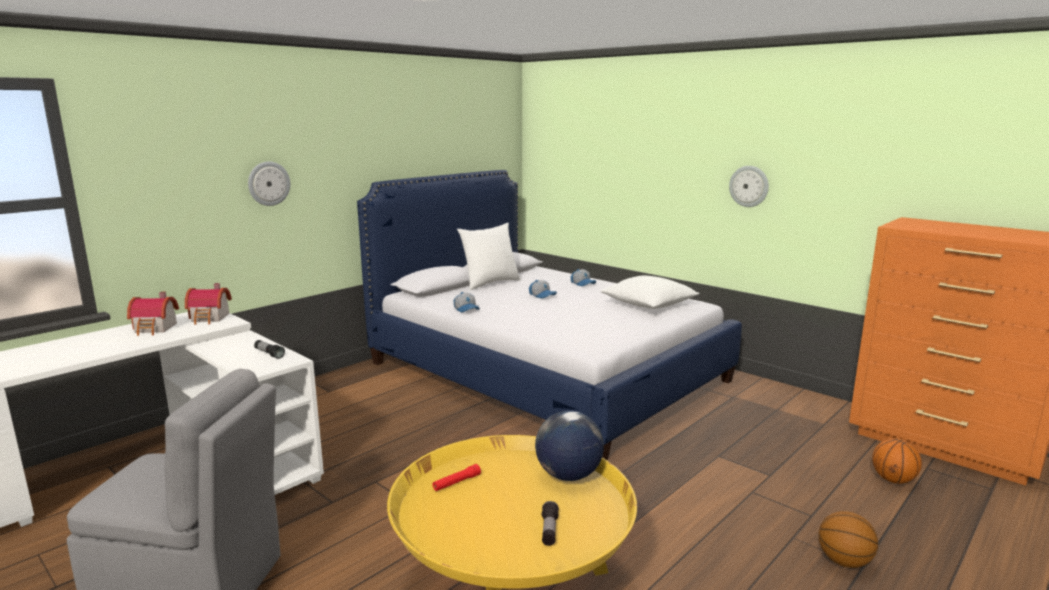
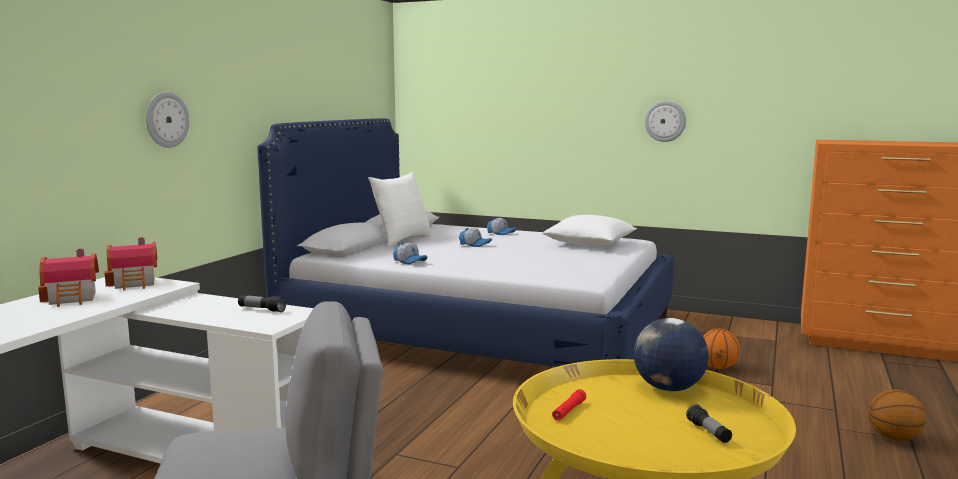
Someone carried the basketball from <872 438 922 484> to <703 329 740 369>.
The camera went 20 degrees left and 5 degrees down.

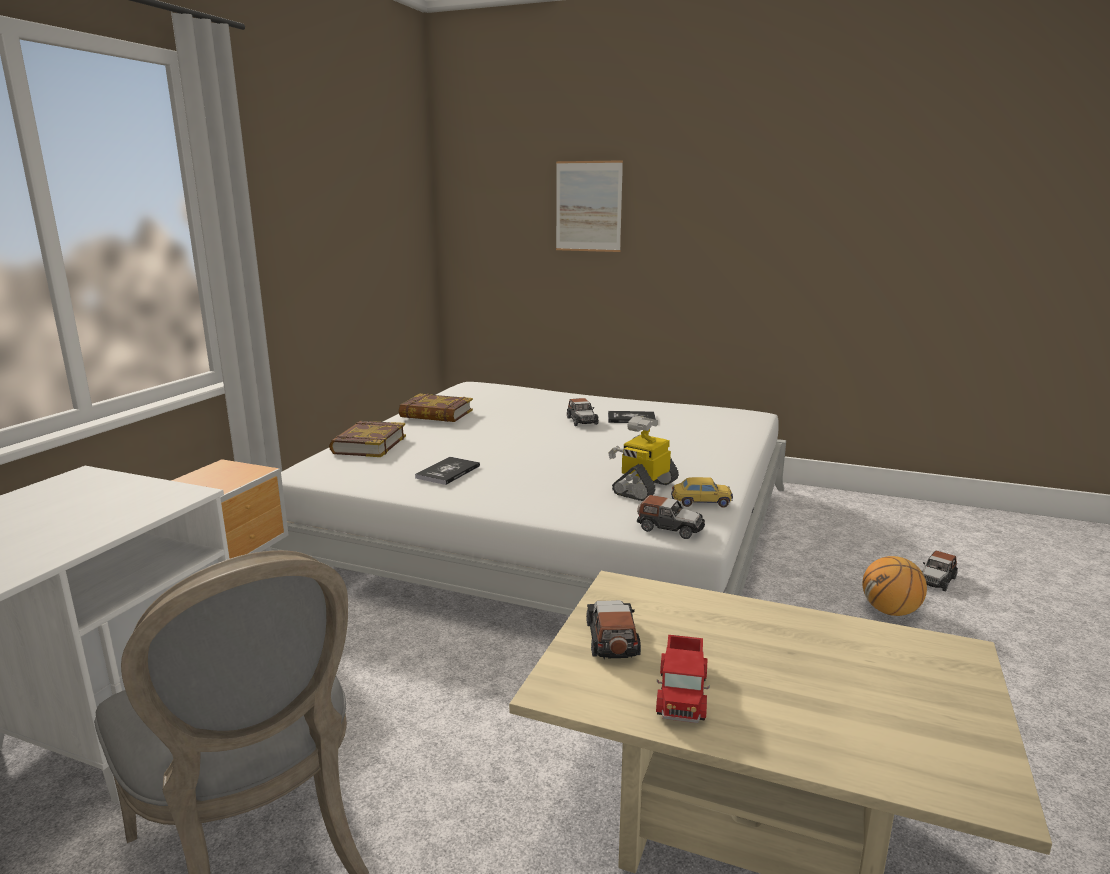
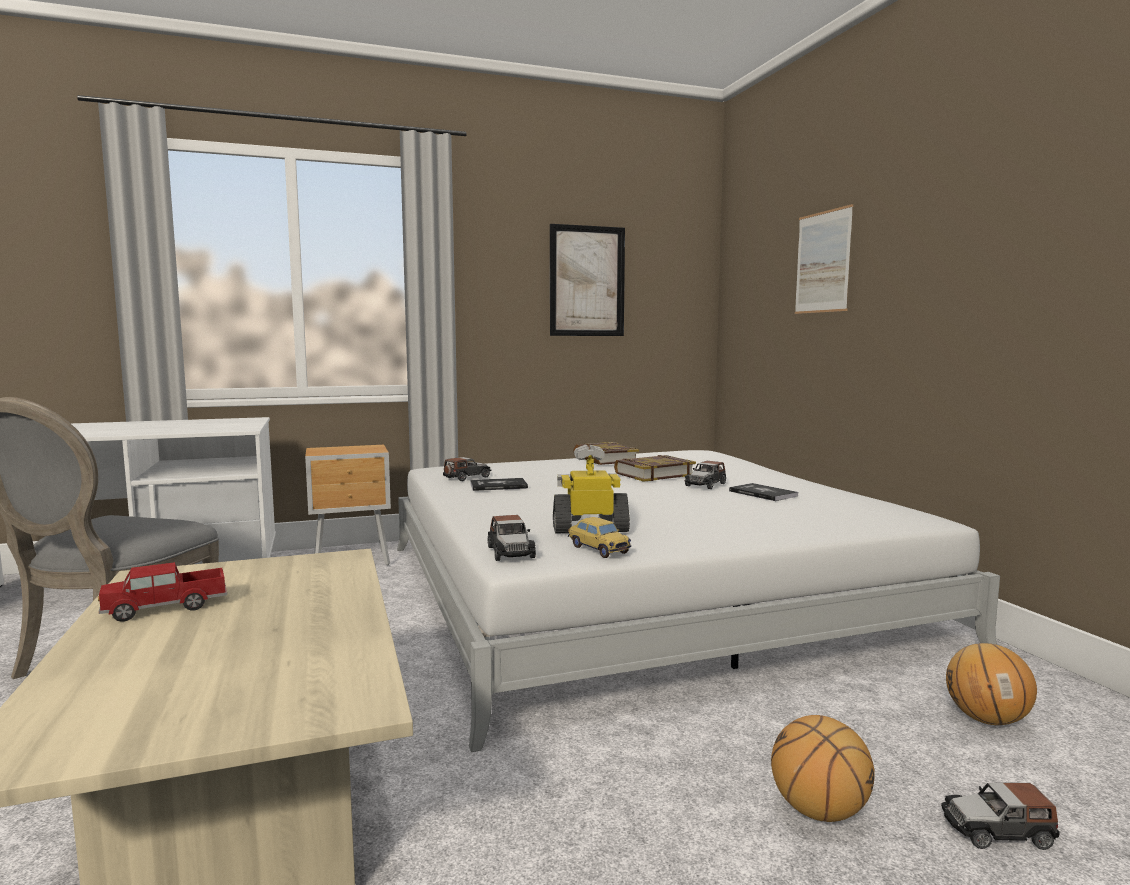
Someone put up the wall art at <550 224 625 336>.
Someone put down the basketball at <946 643 1037 725>.
Someone carried the volume from <329 421 406 457> to <614 455 696 482>.
Someone carried the toy car from <586 600 641 659> to <443 457 492 481>.
The camera went 50 degrees right and 10 degrees down.

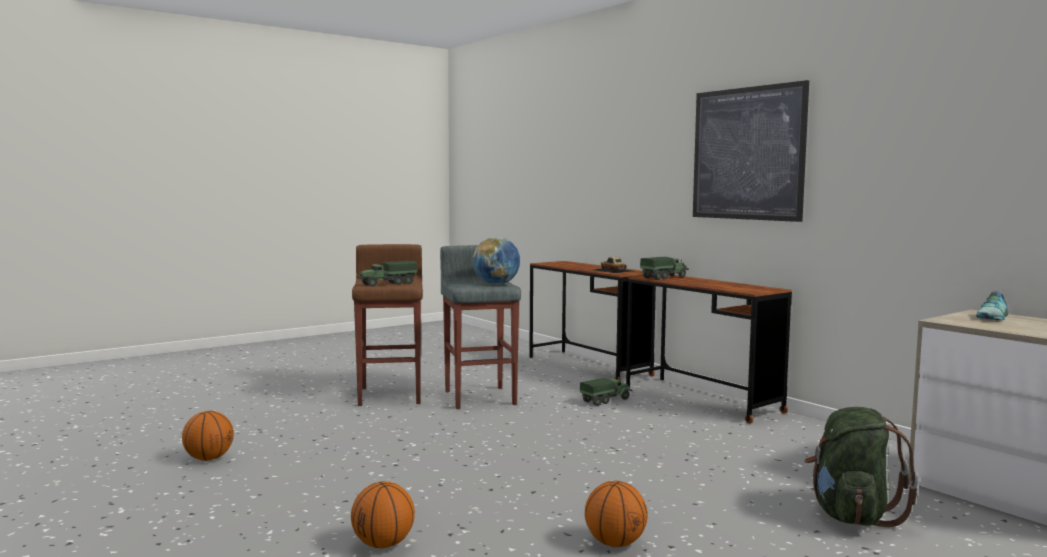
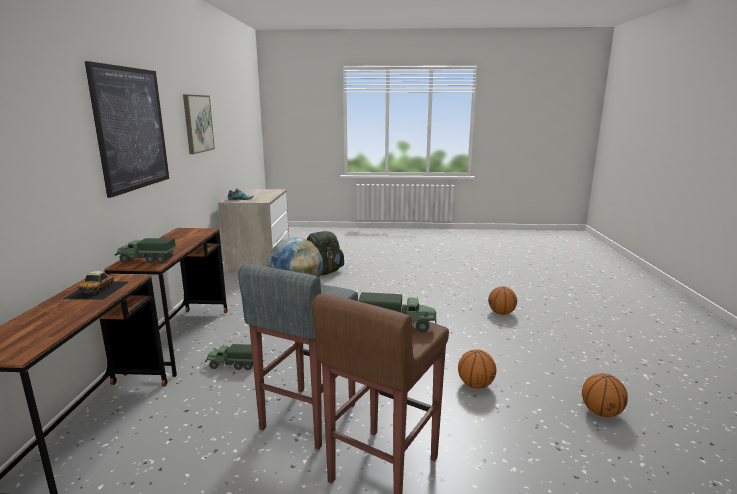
Someone put up the wall art at <183 94 215 154>.
Someone carried the basketball from <585 480 648 547> to <458 349 496 389>.
The camera went 140 degrees left and 10 degrees up.

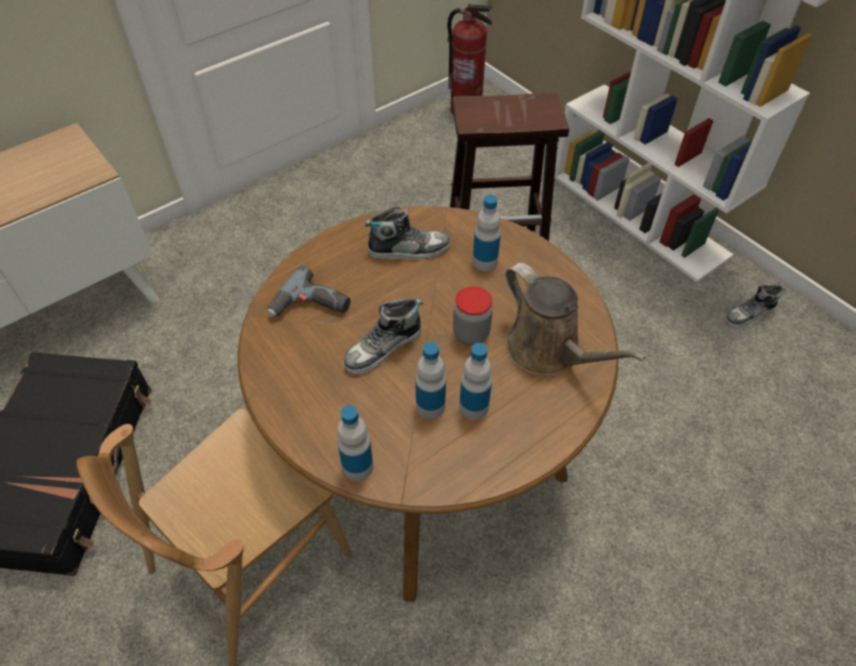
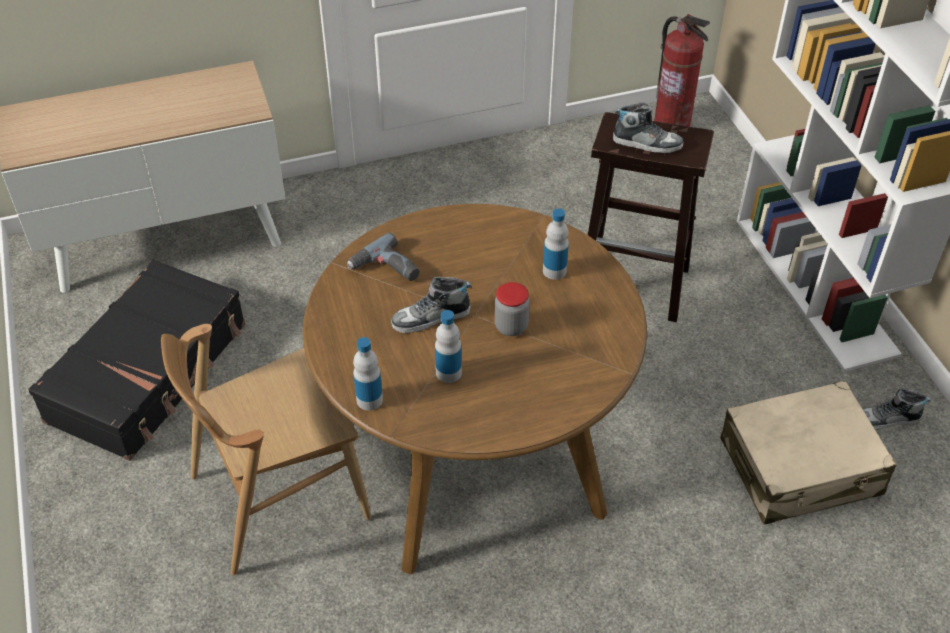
Someone took away the bottle at <459 343 492 420>.
Someone took away the watering pot/brownish at <505 262 646 376>.
Someone put down the suitcase/beige-coloured at <720 380 896 525>.
Someone carried the item of footwear from <365 206 450 260> to <613 103 683 153>.
The camera went 20 degrees right and 5 degrees down.

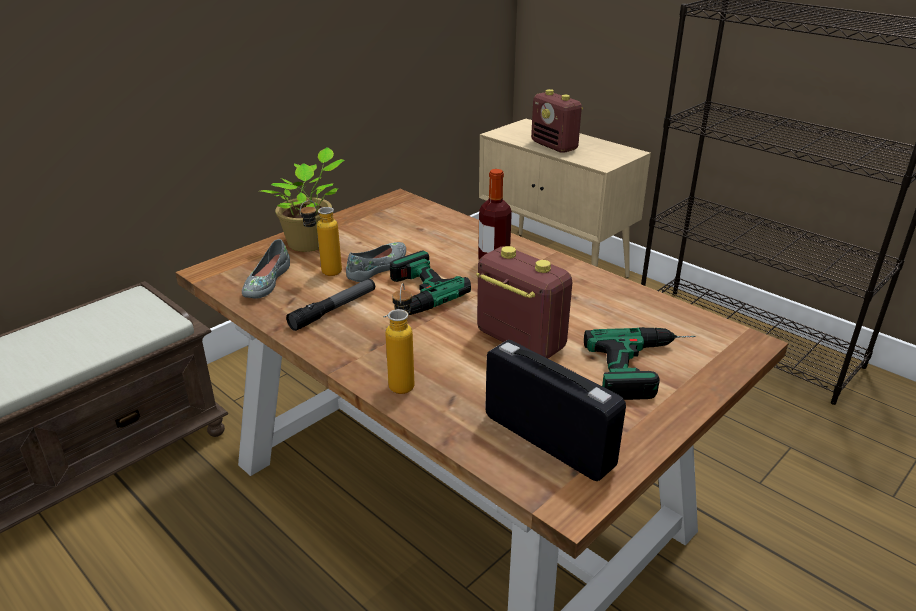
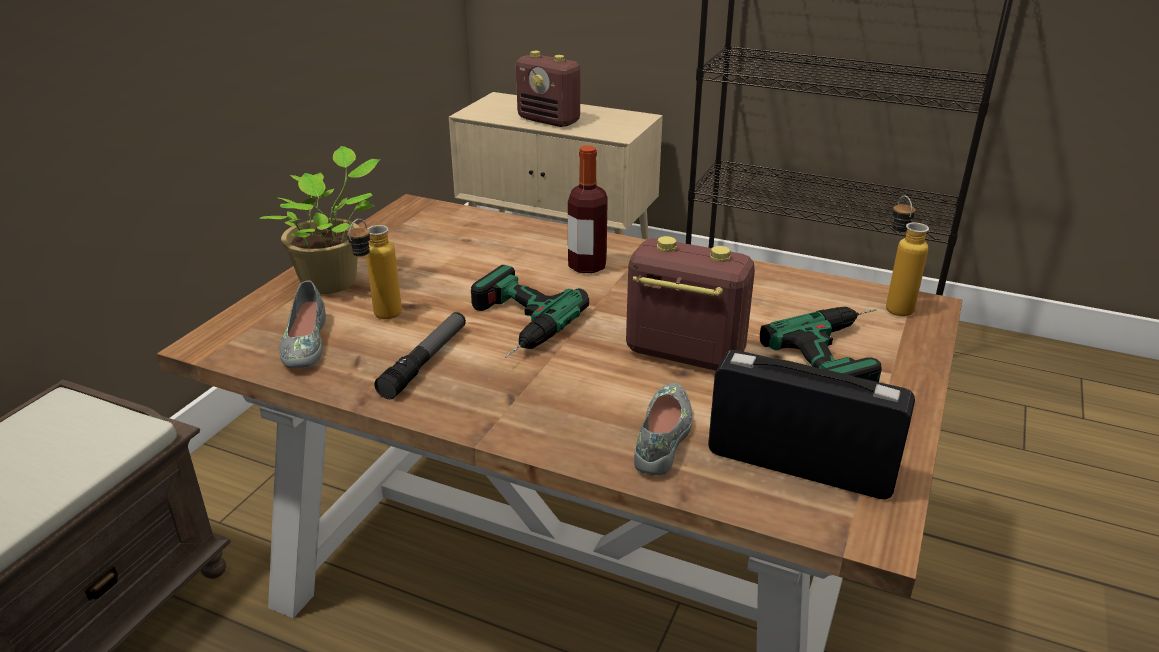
Someone carried the item of footwear/grey from <346 242 406 282> to <634 383 692 475>.
Someone carried the bottle from <385 283 414 394> to <886 196 929 316>.
The camera went 20 degrees left and 0 degrees up.

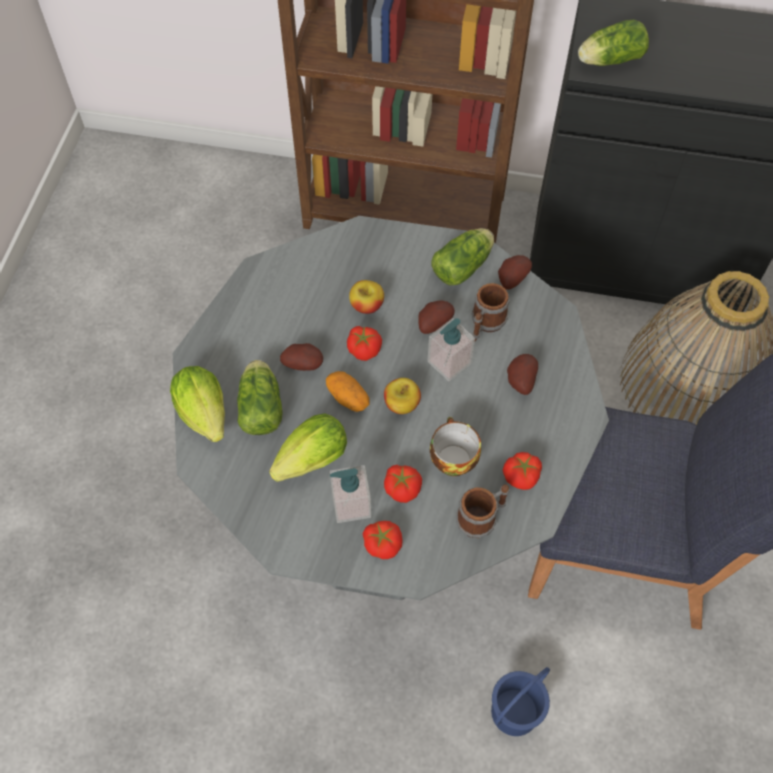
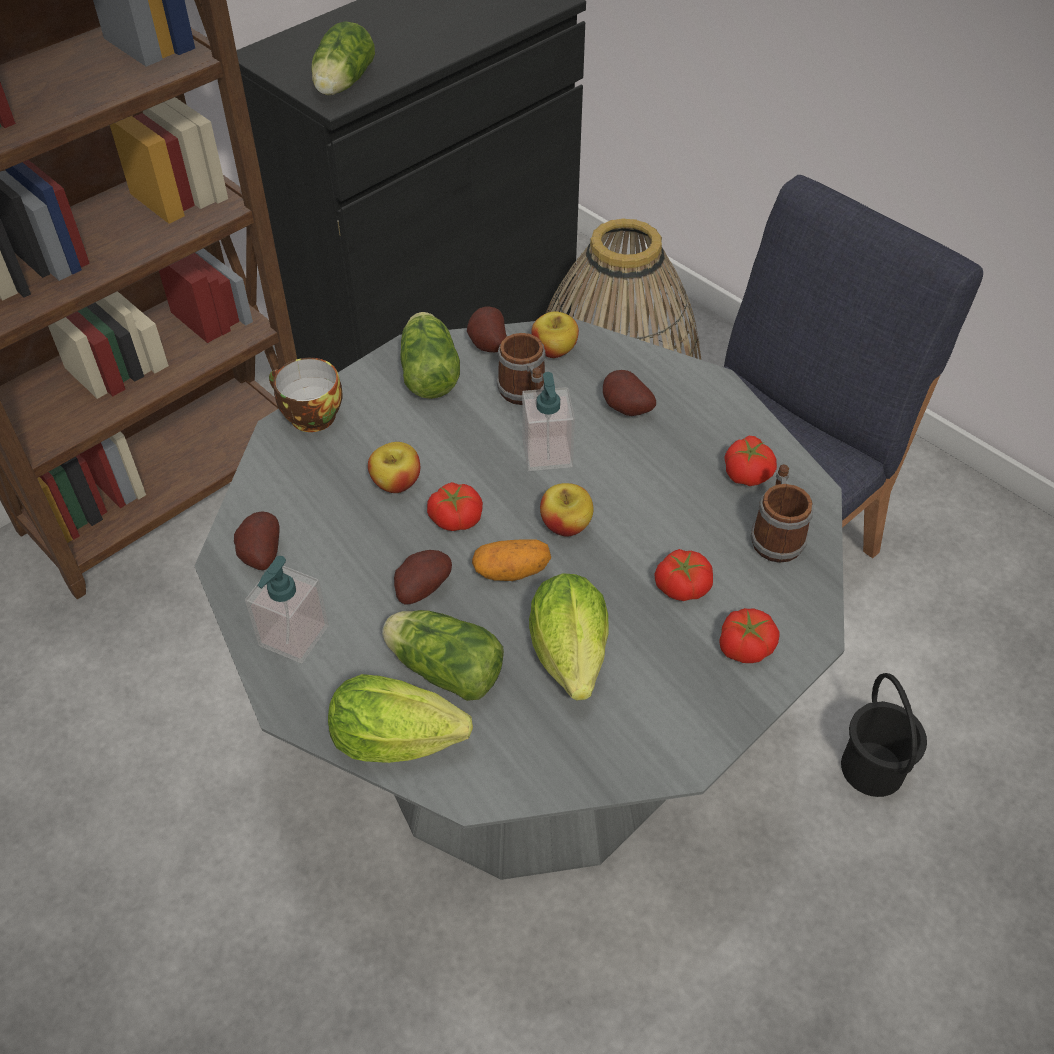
Someone put down the whole apple at <531 311 579 358>.
Someone carried the liquid soap bottle from <330 465 371 523> to <245 556 329 663>.
Someone carried the potato from <418 300 455 334> to <234 511 280 570>.
Someone carried the cup from <430 417 481 476> to <269 358 343 432>.
Someone repainted the pail/bluish at <491 667 550 736>, which became the pail/black-coloured at <841 673 927 797>.
The camera went 55 degrees left and 10 degrees down.

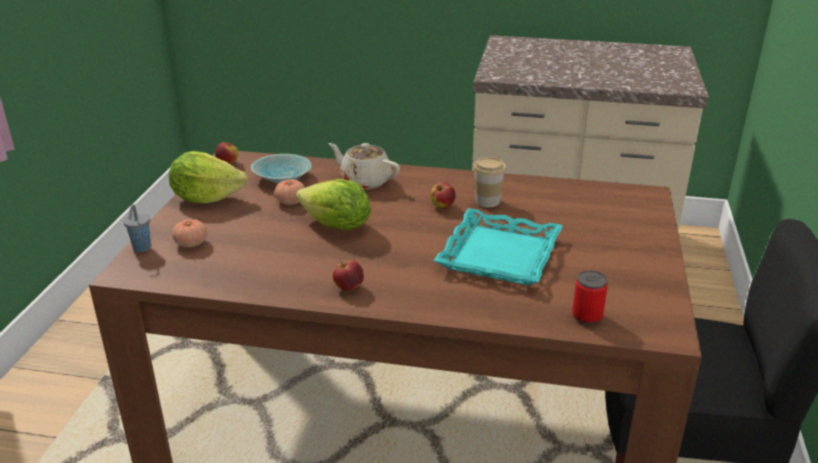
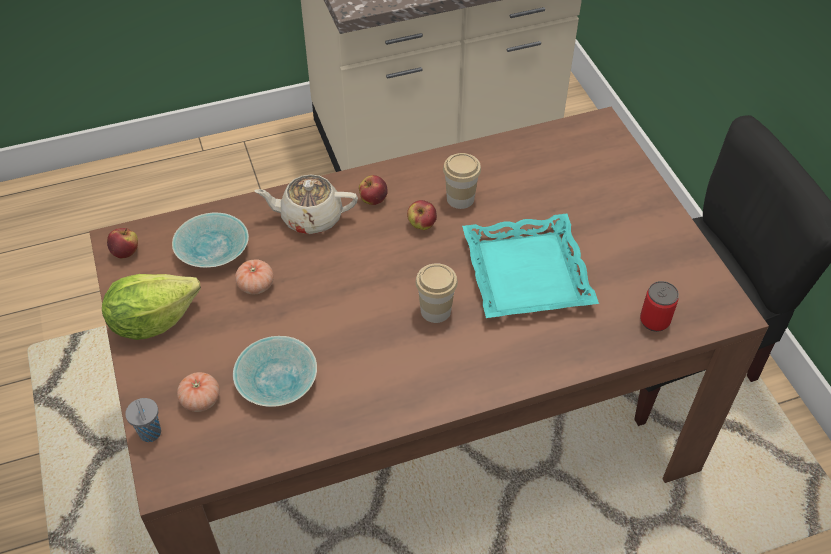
Someone took away the lettuce at <296 179 371 230>.
Someone put down the deep dish/turquoise-coloured at <233 336 317 407>.
Someone put down the cup at <416 263 458 323>.
Someone carried the whole apple from <333 260 364 291> to <359 175 388 205>.
The camera went 30 degrees left and 20 degrees up.

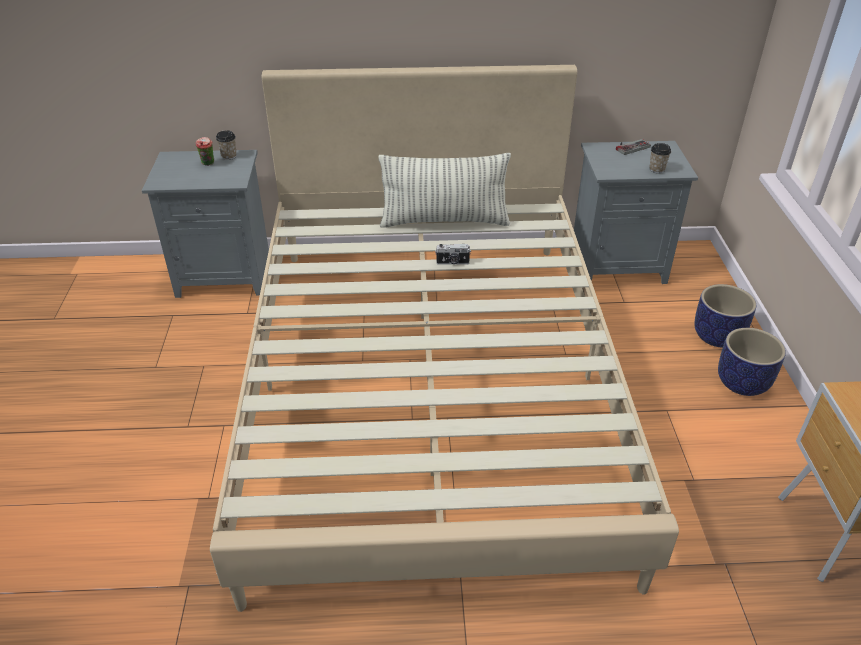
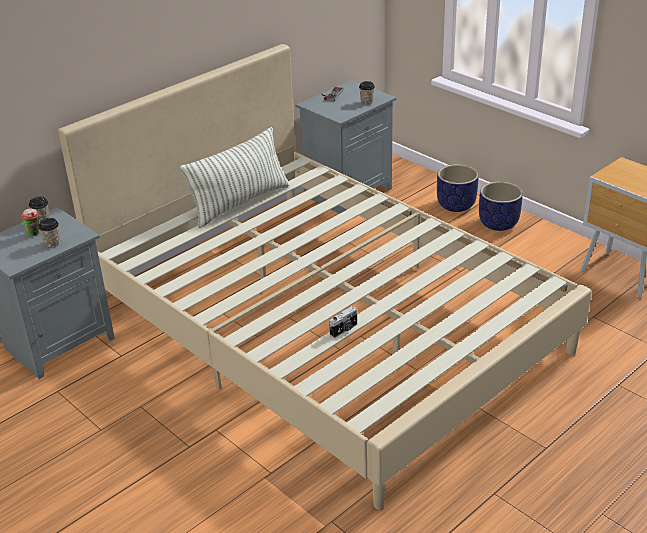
Someone put down the cup at <38 218 60 248>.
Someone carried the still camera from <435 244 471 265> to <329 306 357 338>.
The camera went 40 degrees left and 5 degrees down.

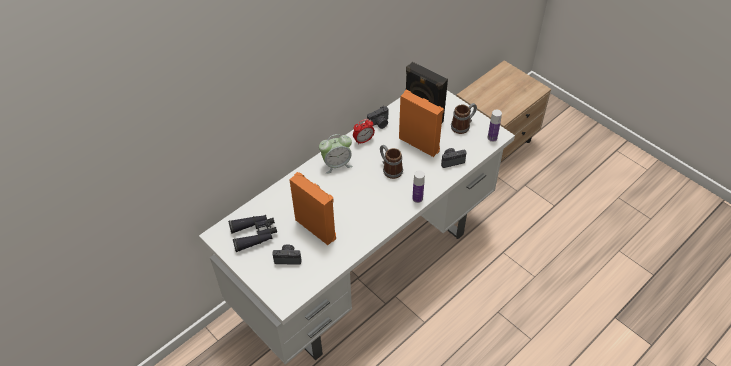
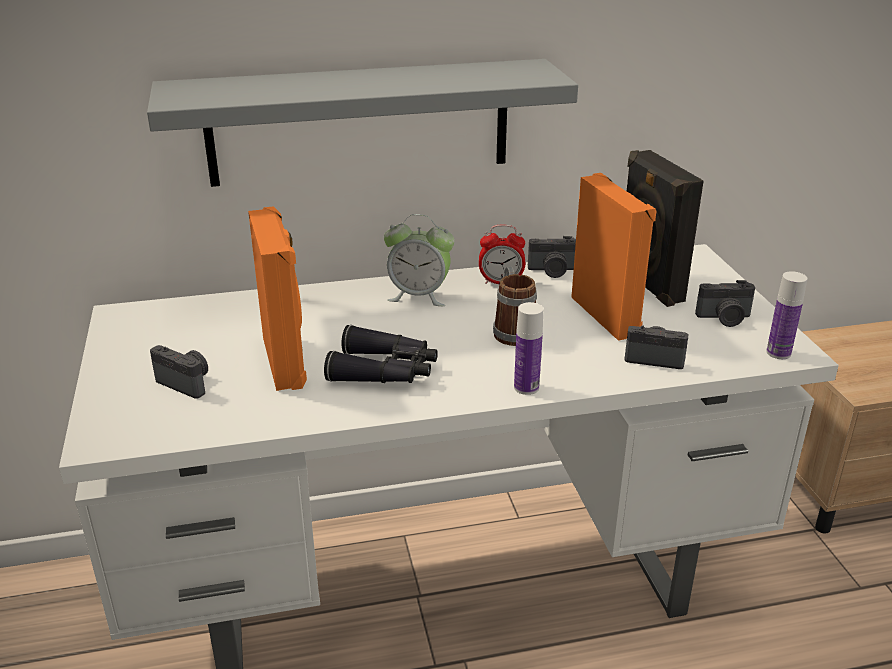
Someone put up the shelf/grey at <147 59 578 187>.
Someone carried the binoculars/black-coloured from <228 215 277 252> to <324 325 438 383>.
Someone swapped the mug at <451 103 477 134> for the still camera at <695 280 755 327>.
The camera went 30 degrees right and 20 degrees down.

